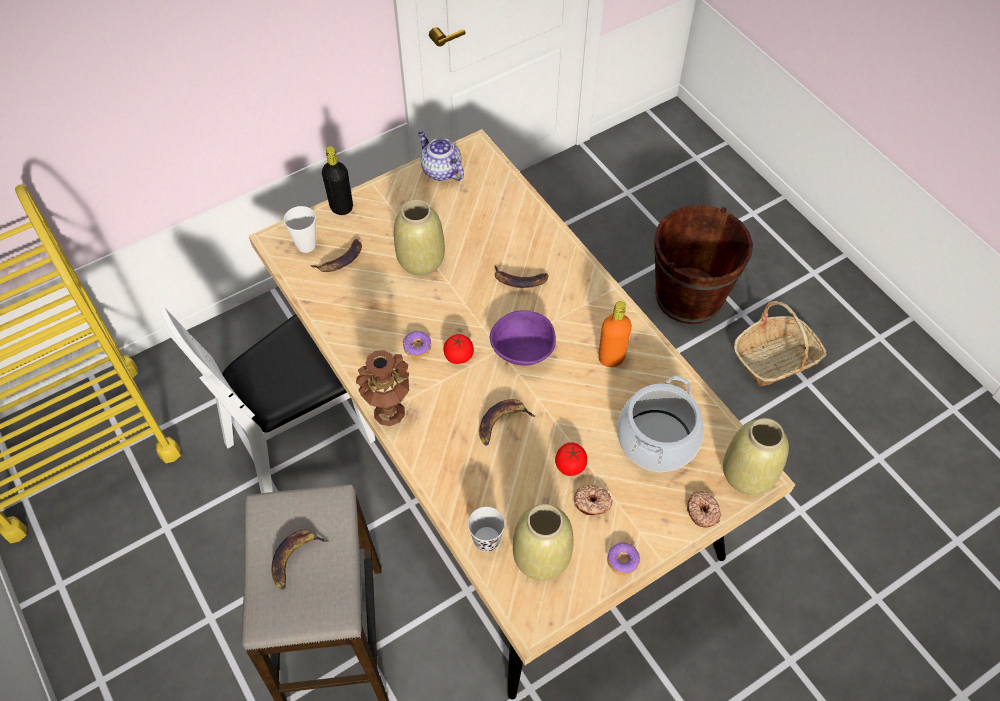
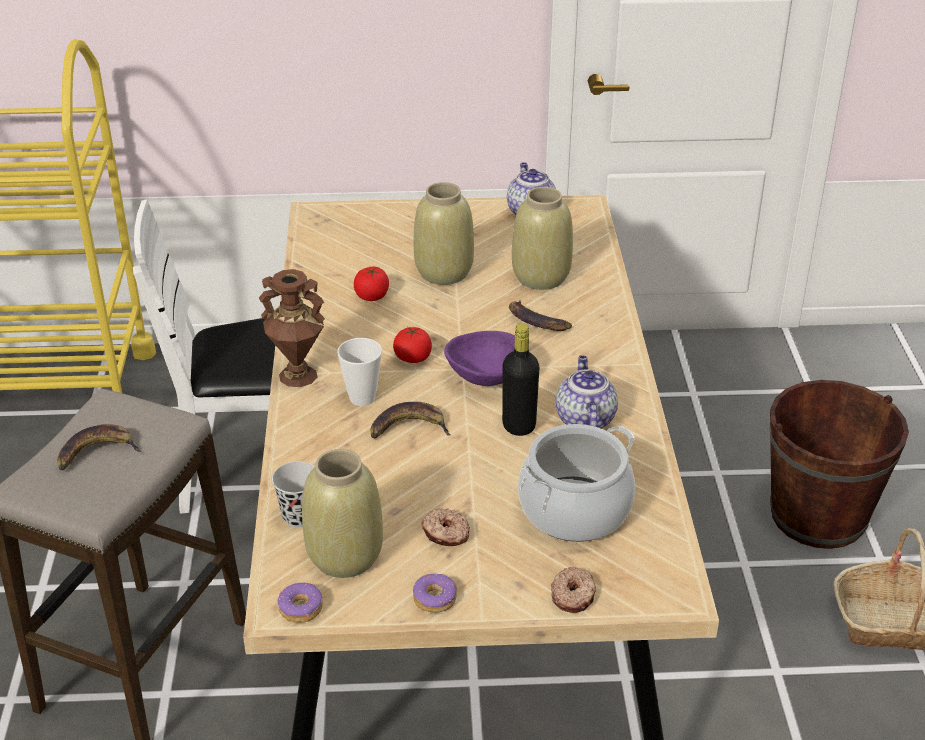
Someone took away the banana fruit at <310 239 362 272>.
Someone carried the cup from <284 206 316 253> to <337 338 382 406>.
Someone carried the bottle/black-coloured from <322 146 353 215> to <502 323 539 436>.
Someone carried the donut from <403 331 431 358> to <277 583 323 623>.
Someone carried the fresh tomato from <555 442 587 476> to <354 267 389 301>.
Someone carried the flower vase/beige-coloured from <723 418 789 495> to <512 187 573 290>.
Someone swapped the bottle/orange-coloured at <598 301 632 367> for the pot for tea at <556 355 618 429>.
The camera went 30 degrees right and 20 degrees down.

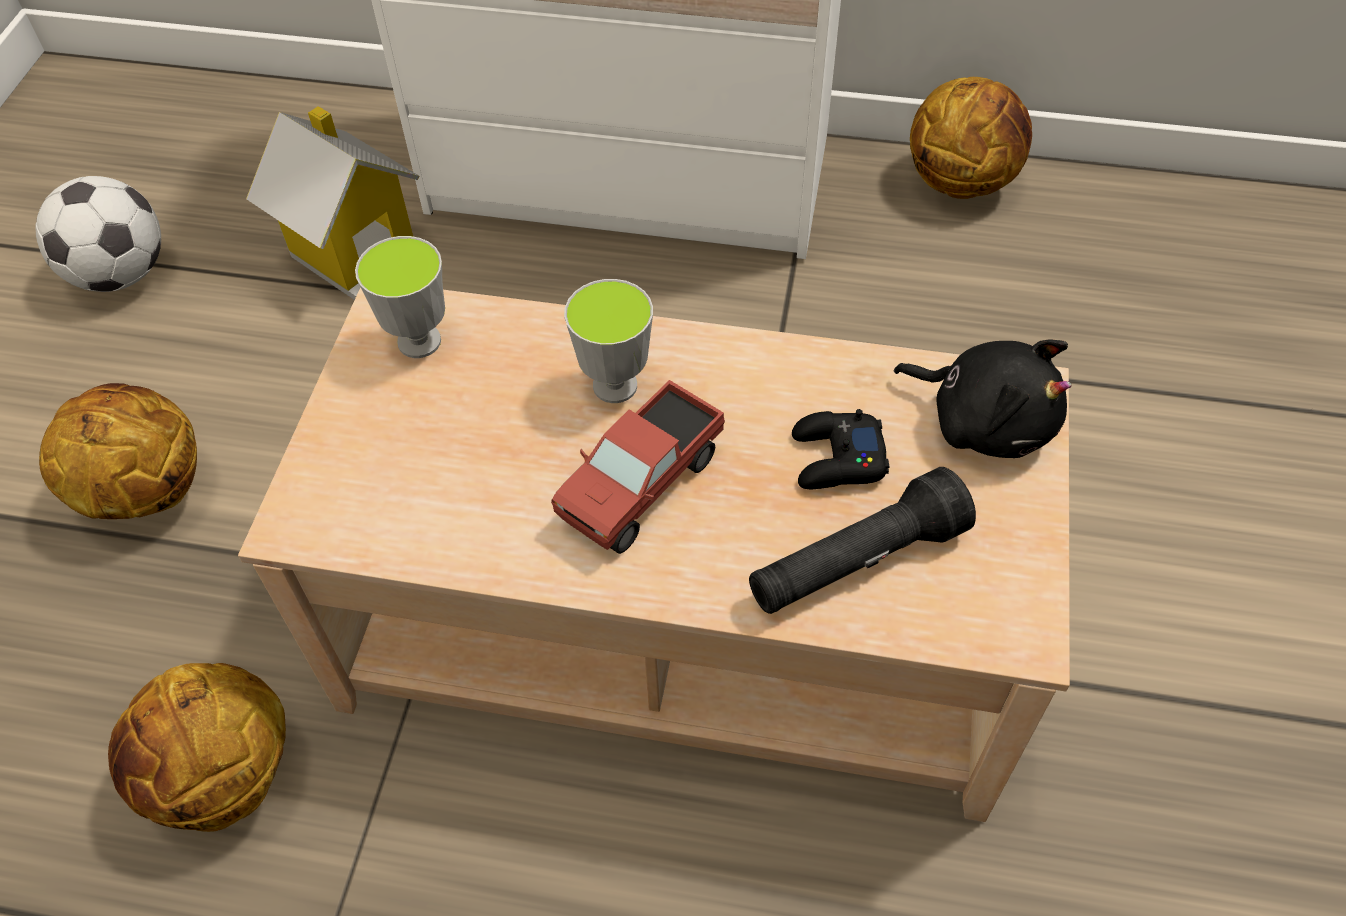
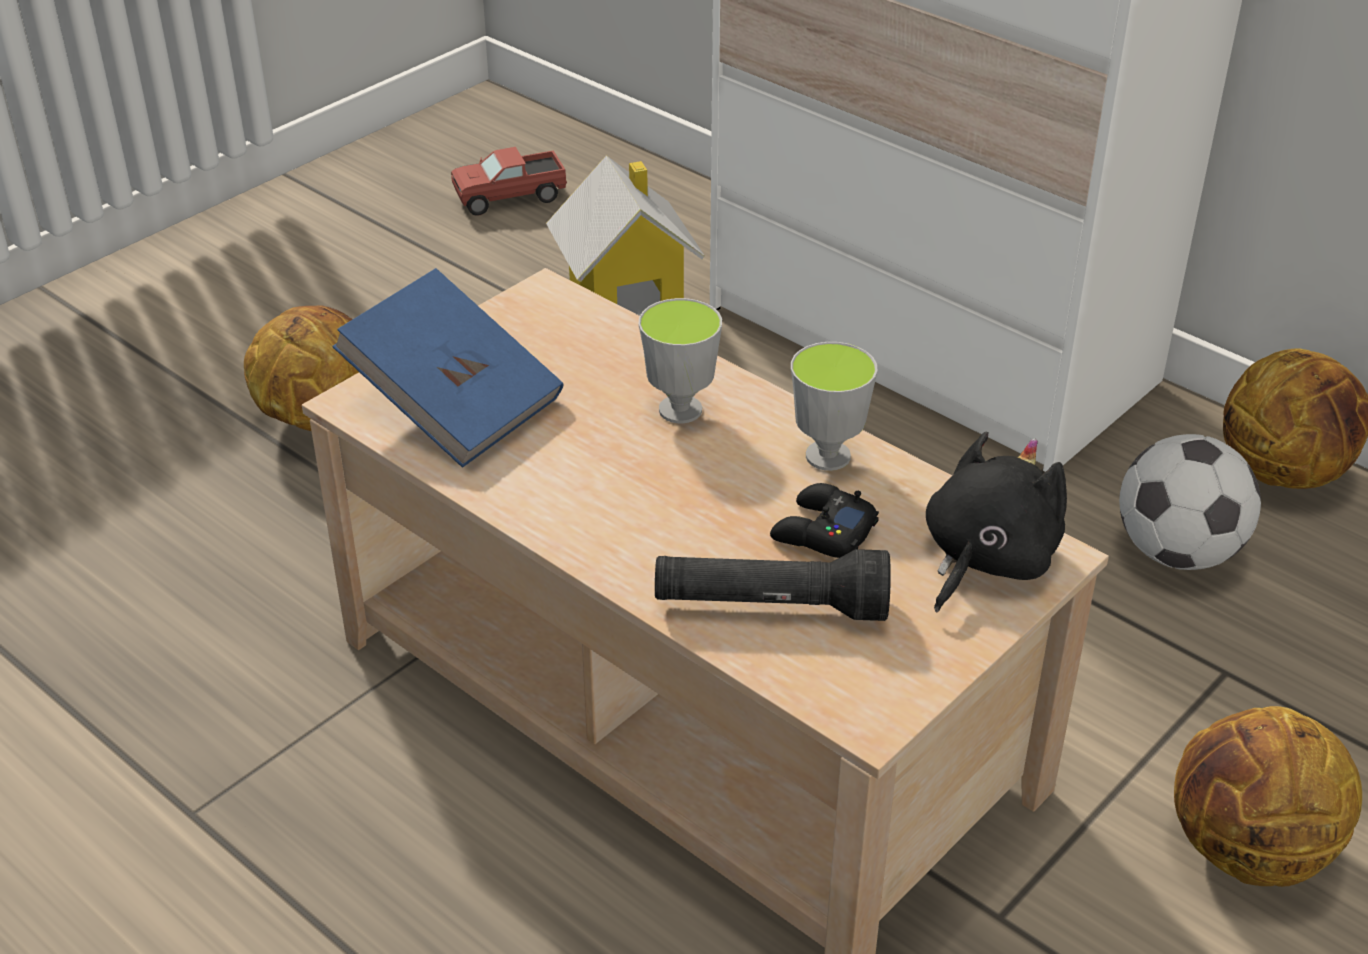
Someone put down the volume/bluish at <332 268 563 467>.
Someone carried the football from <35 176 161 292> to <1119 434 1261 570>.
Someone carried the basketball from <108 663 286 832> to <1174 706 1362 887>.
Someone carried the cup from <355 236 445 358> to <791 342 877 471>.
Someone carried the model truck from <551 380 725 554> to <451 147 567 216>.
Someone rotated the soft toy/black-coloured at <893 339 1072 458> by 120 degrees counterclockwise.
The camera went 30 degrees right and 15 degrees down.

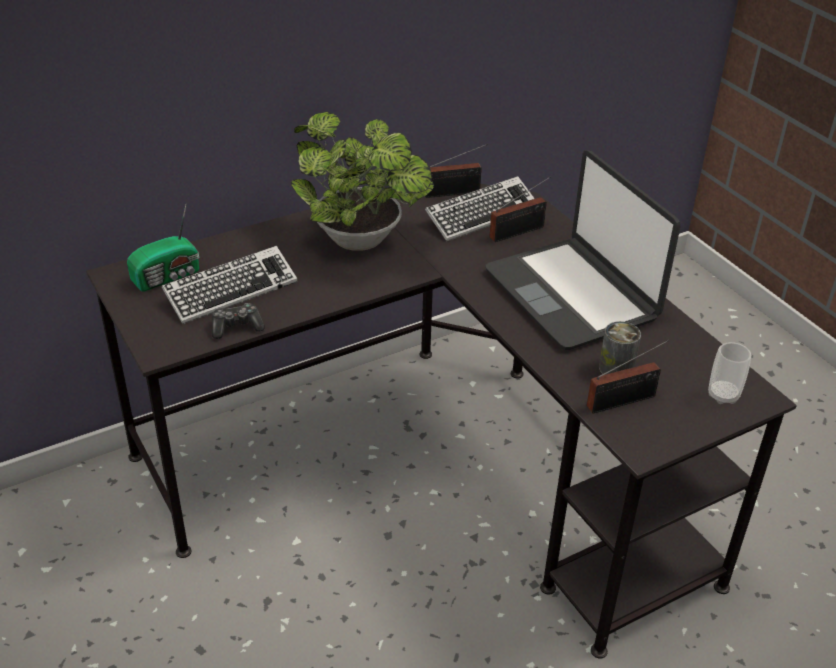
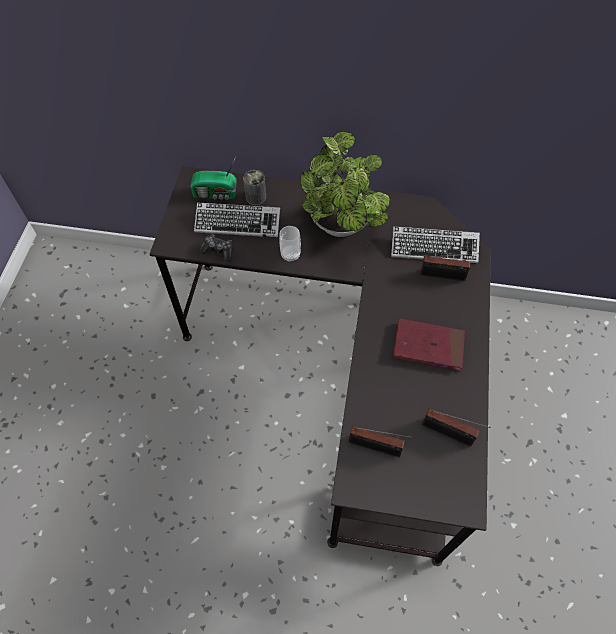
Someone carried the radio receiver from <425 144 488 198> to <422 408 491 447>.
Someone carried the metal can from <599 321 641 375> to <243 170 266 205>.
Someone carried the cup from <708 342 751 404> to <279 226 301 262>.
Someone swapped the notebook computer at <485 150 681 350> for the volume/red at <393 318 465 371>.
The camera went 40 degrees right and 20 degrees up.

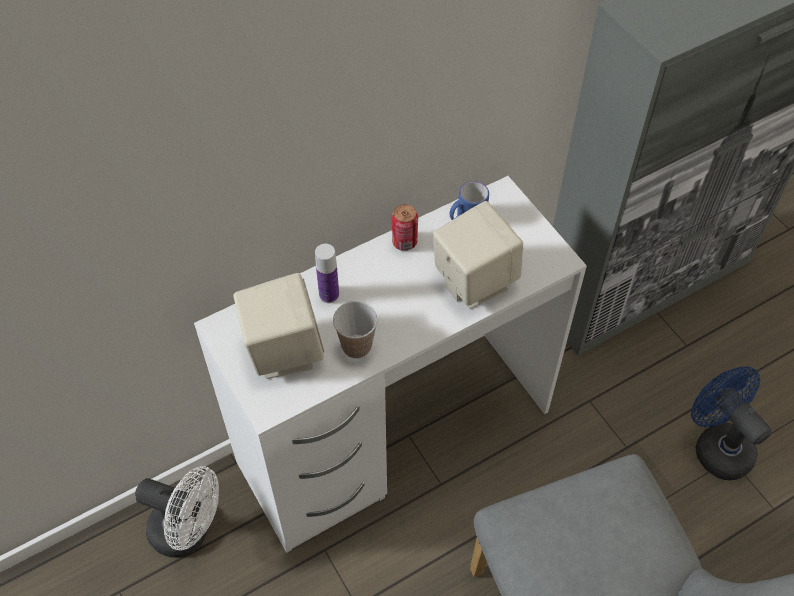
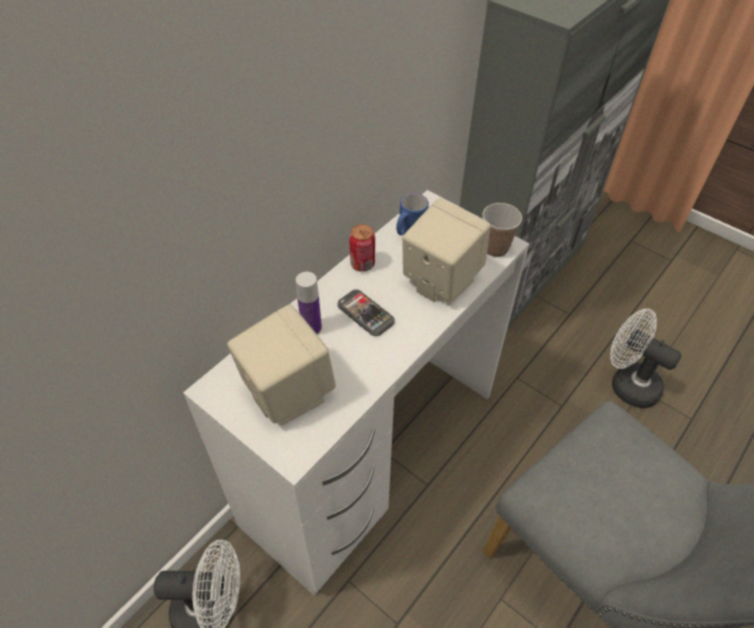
Someone put down the telephone at <337 290 395 336>.
Someone carried the cup from <333 301 378 359> to <482 203 522 257>.
Someone repainted the cooling fan/bluish at <691 366 772 480>, which became the cooling fan/whitish at <610 309 682 408>.
The camera went 20 degrees left and 5 degrees down.

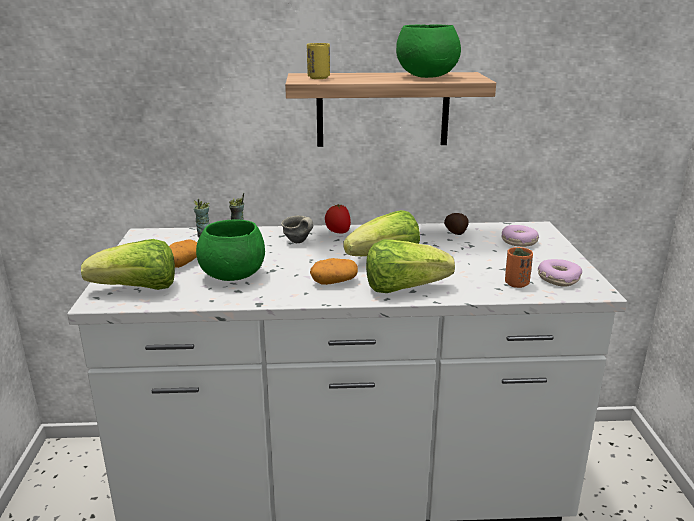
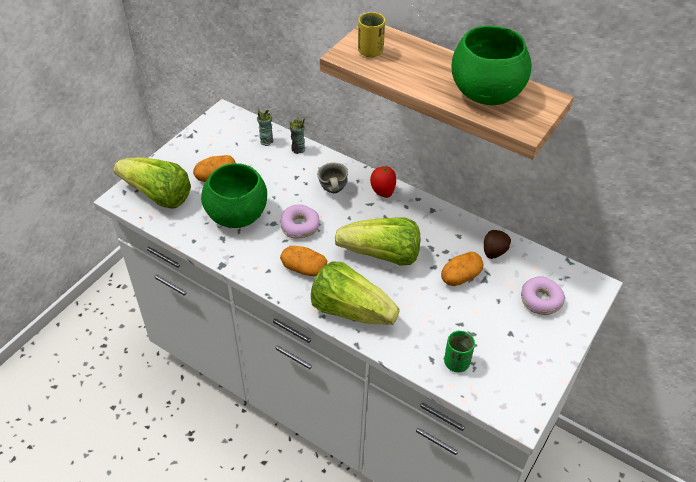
Someone put down the potato at <441 252 483 286>.
Someone carried the donut from <538 259 582 287> to <280 204 320 239>.
Someone repainted the cup/orange-coloured at <505 247 533 288>, which became the cup/green at <444 331 475 372>.
The camera went 35 degrees right and 25 degrees up.

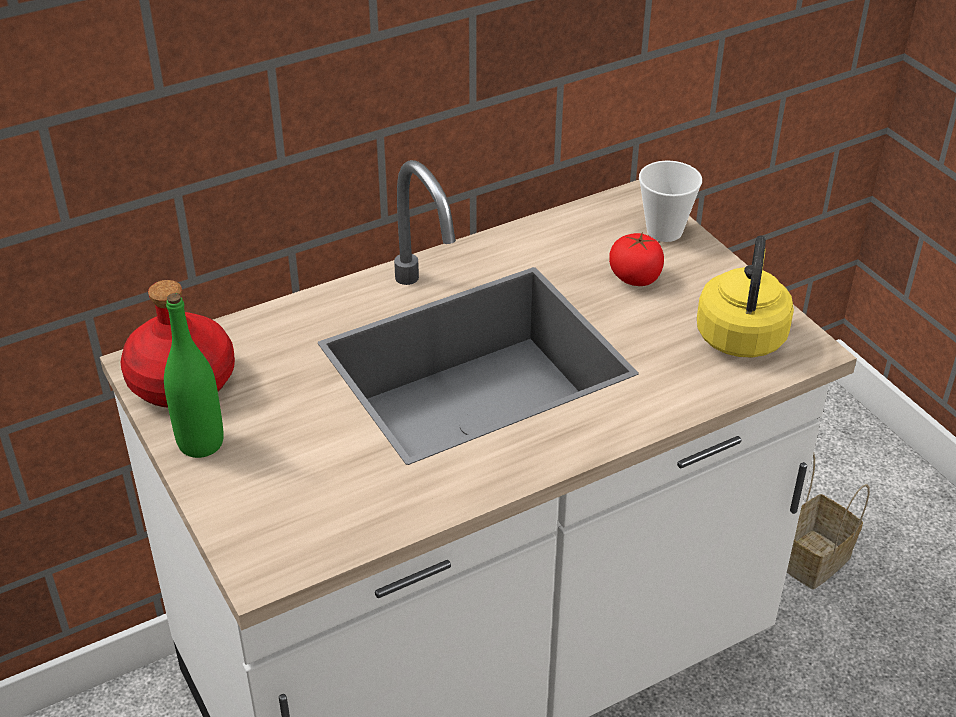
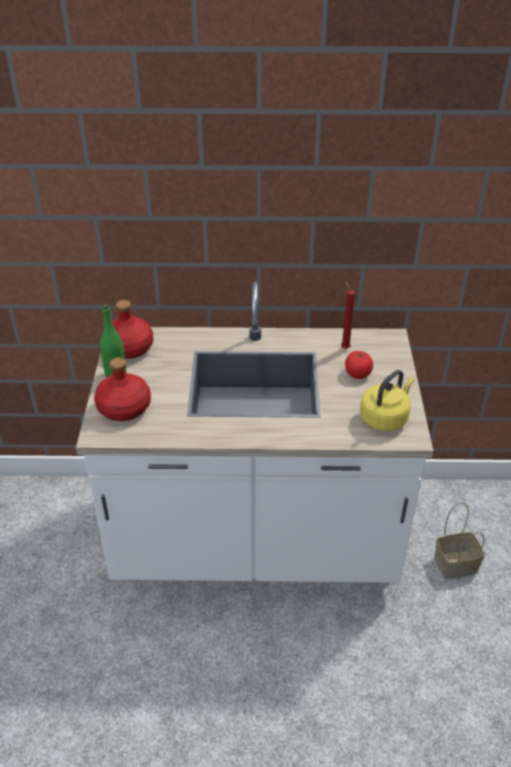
Someone took away the cup at <639 160 702 242>.
Someone put down the bottle/red at <94 358 151 421>.
Someone put down the candle/red at <341 282 355 349>.
The camera went 30 degrees right and 0 degrees up.

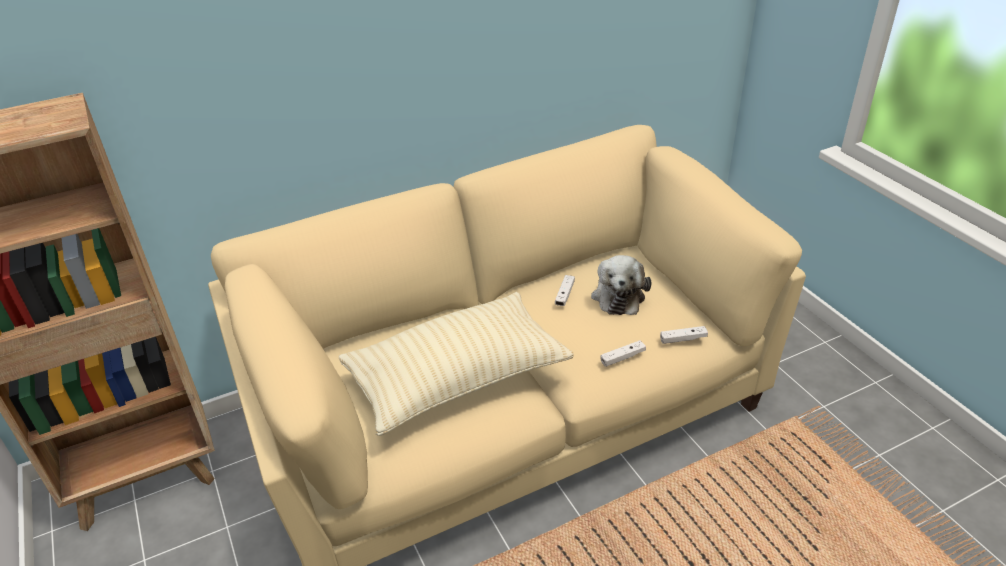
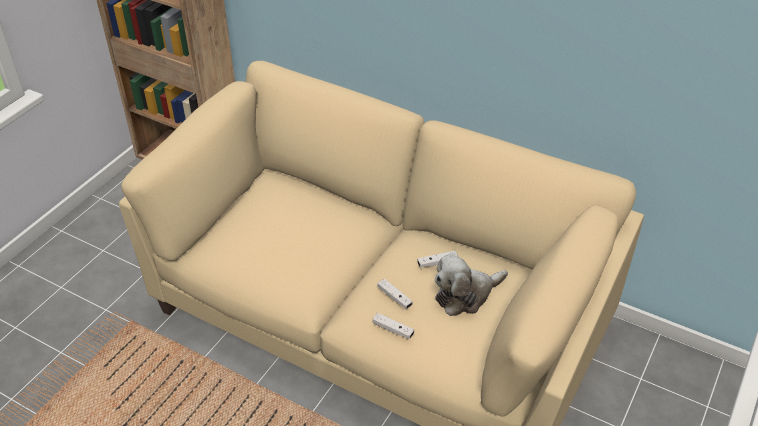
Someone took away the cushion/beige-coloured at <339 292 574 436>.
Someone carried the joypad/whitish from <660 326 708 344> to <378 279 413 309>.
The camera went 55 degrees right and 5 degrees up.

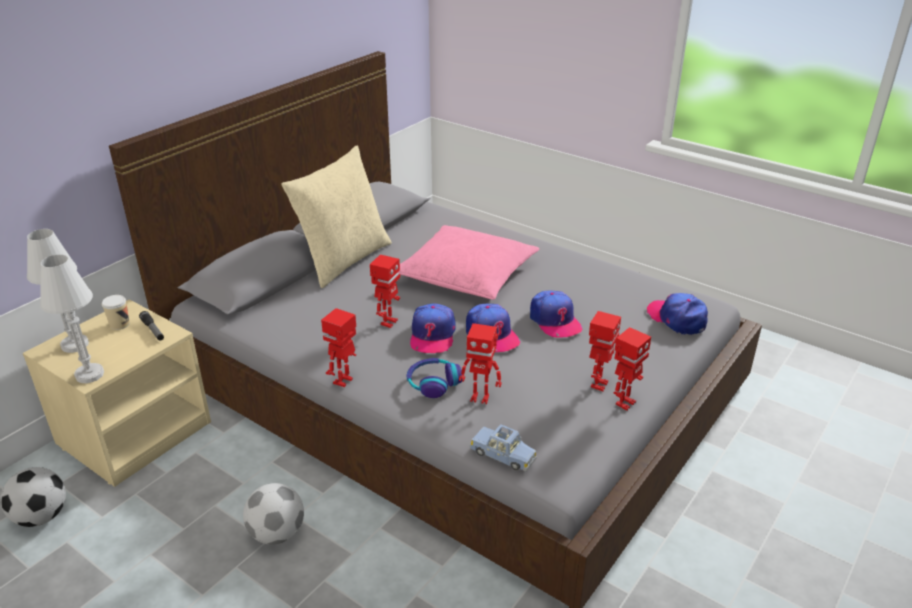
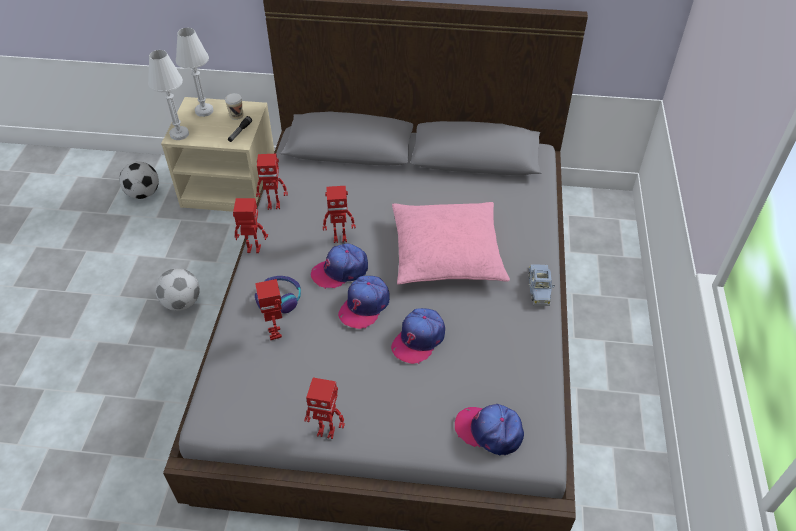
Someone took away the cushion/beige-coloured at <282 146 392 288>.
Someone carried the toy car/bluish from <469 424 537 471> to <528 264 555 306>.
Someone carried the robot figure from <589 311 621 391> to <256 154 288 210>.
Someone rotated the baseball cap at <647 293 708 335> by 90 degrees counterclockwise.
The camera went 60 degrees right and 15 degrees up.

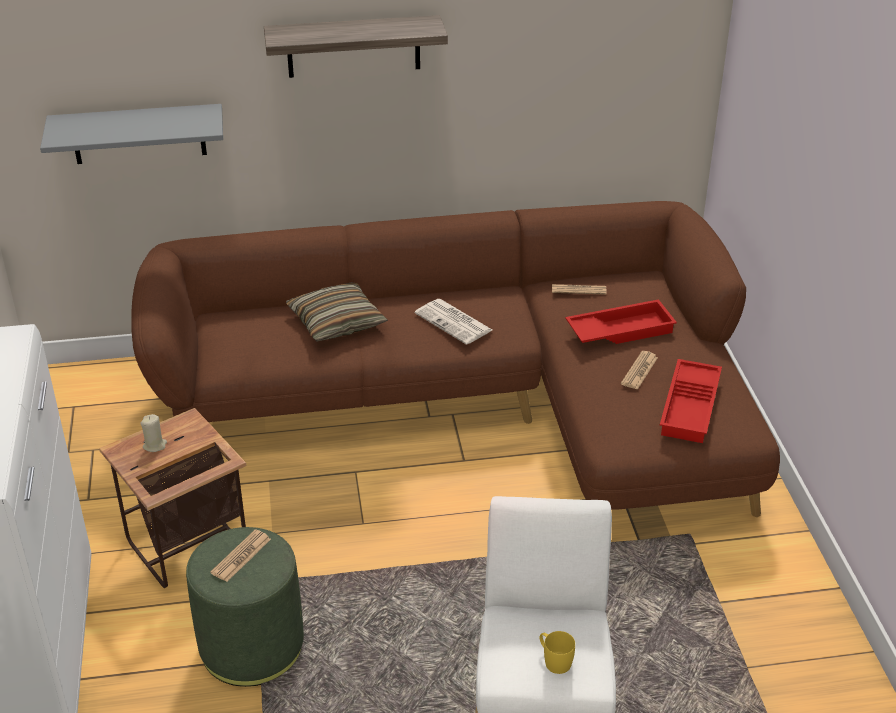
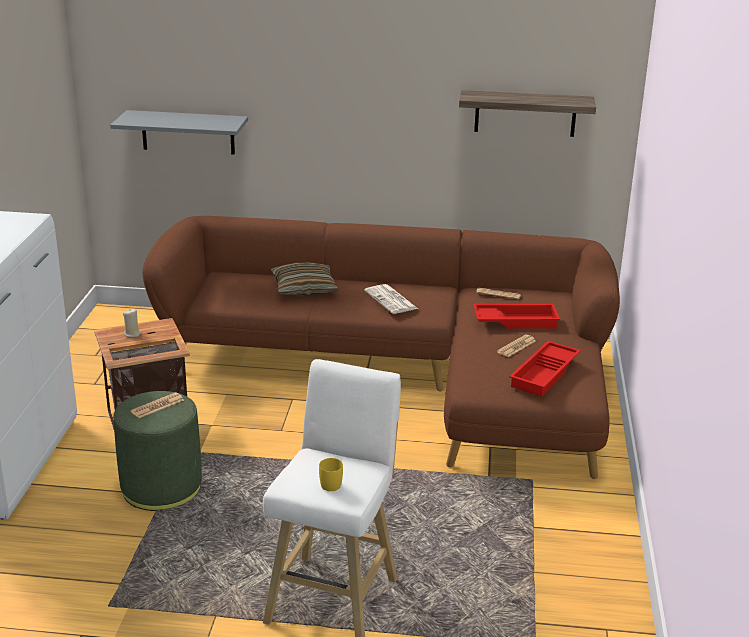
Someone carried the shelf from <264 15 448 78> to <459 90 596 137>.
The camera went 15 degrees right and 10 degrees down.

